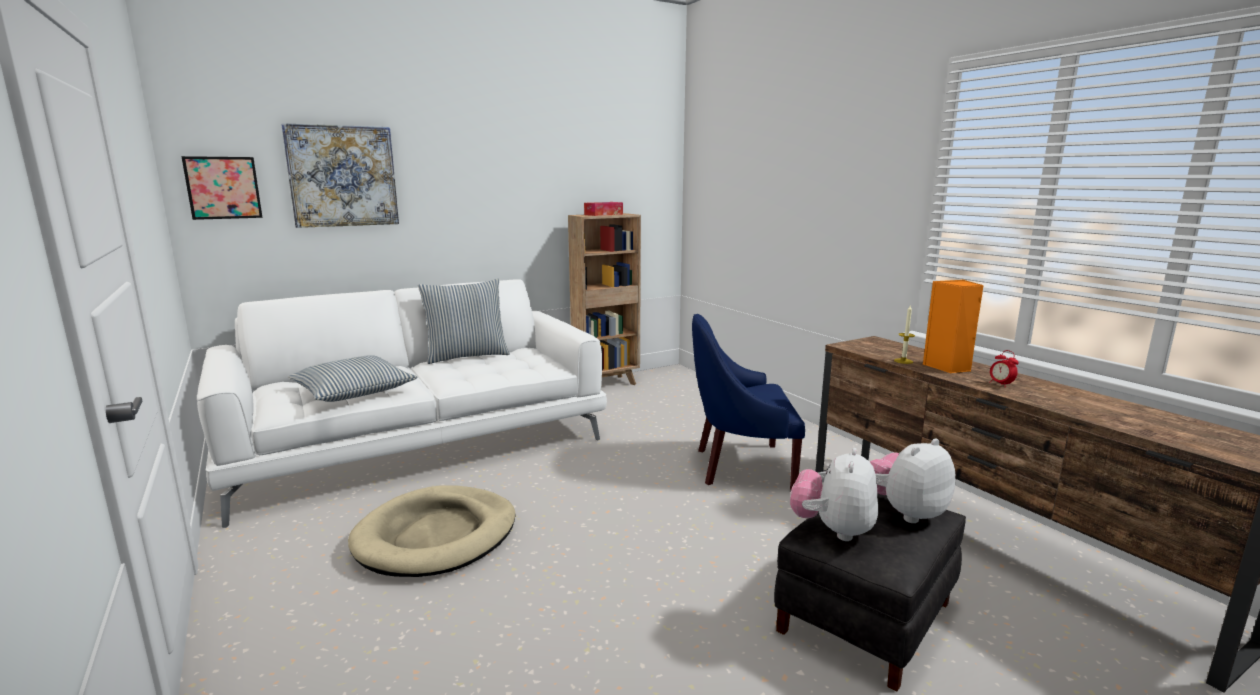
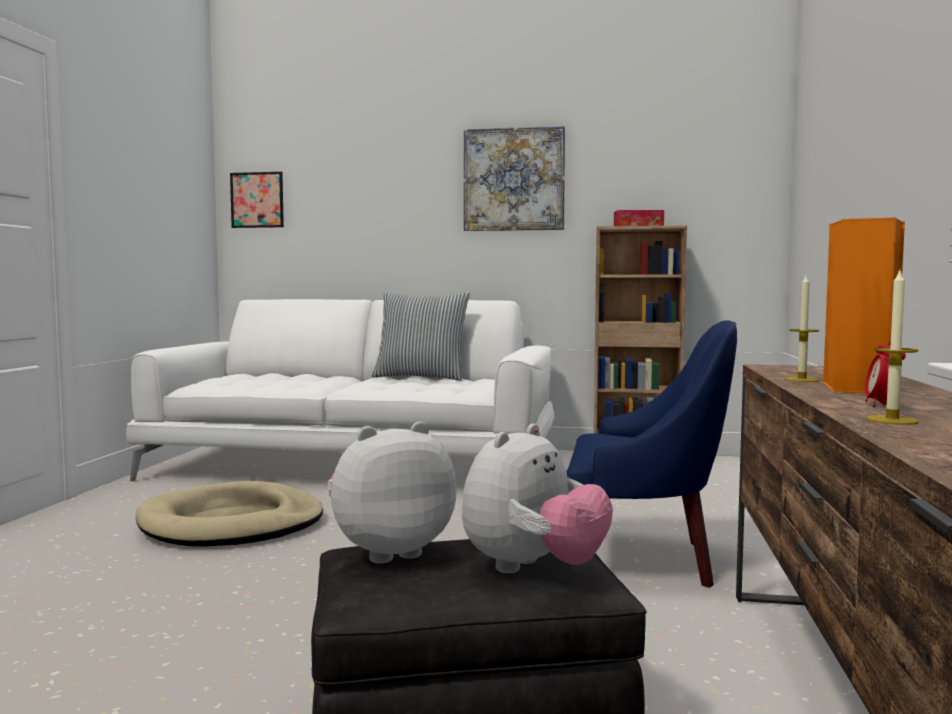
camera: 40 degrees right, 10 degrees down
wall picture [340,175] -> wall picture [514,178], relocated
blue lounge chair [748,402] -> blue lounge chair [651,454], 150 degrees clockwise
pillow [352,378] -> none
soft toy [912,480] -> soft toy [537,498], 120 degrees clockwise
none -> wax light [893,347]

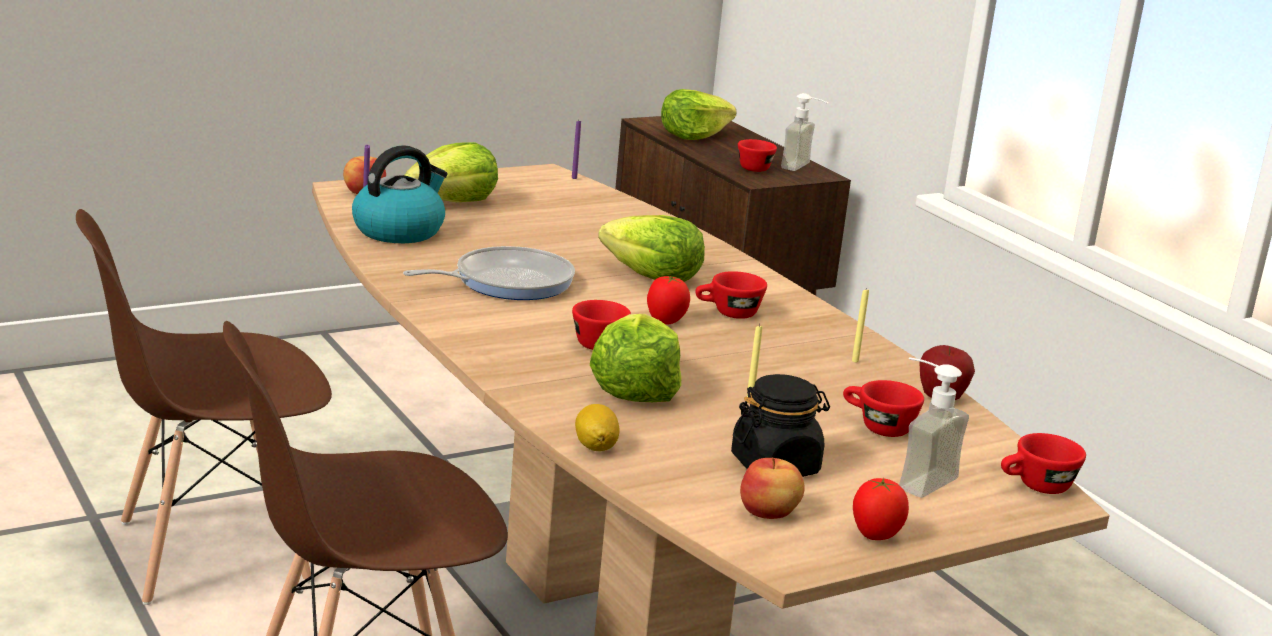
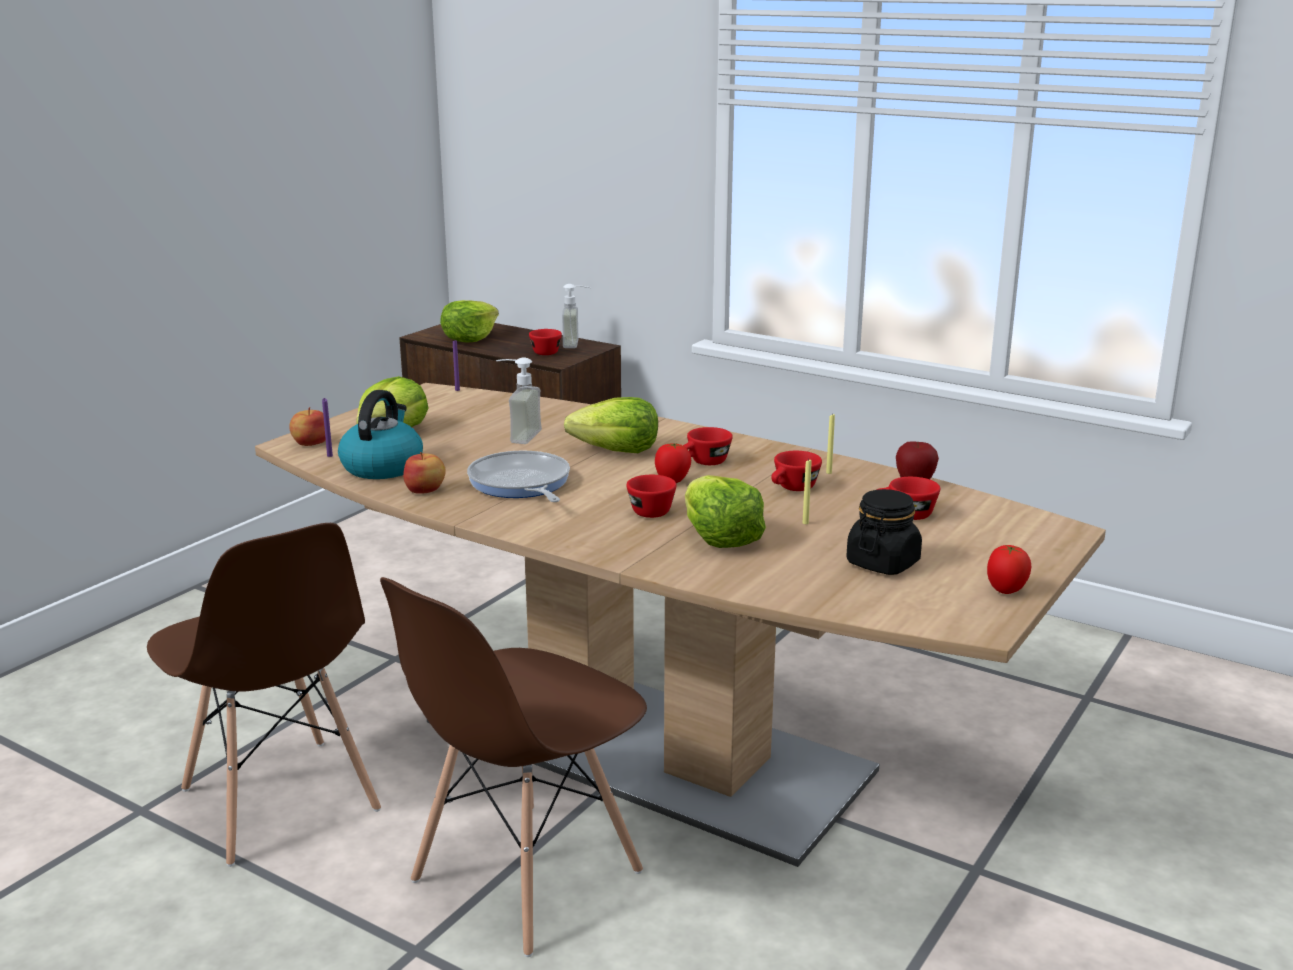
camera: 25 degrees left, 0 degrees up
brown-coloured chair [204,407] -> brown-coloured chair [264,695], 75 degrees counterclockwise
skillet [489,273] -> skillet [518,476], 60 degrees counterclockwise
soap dispenser [934,427] -> soap dispenser [519,400], relocated
lemon [597,427] -> none
red drinking cup [1043,463] -> red drinking cup [796,471], relocated
apple fruit [772,488] -> apple fruit [424,473], relocated

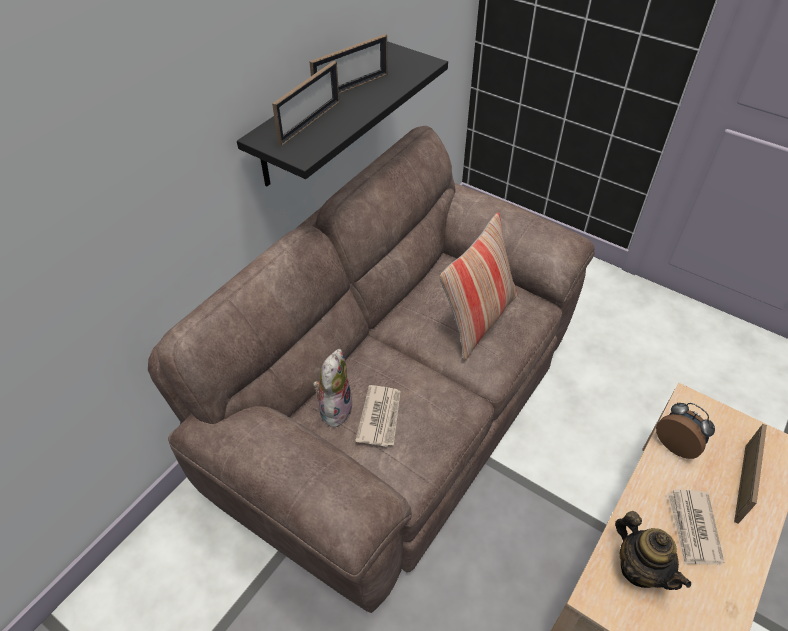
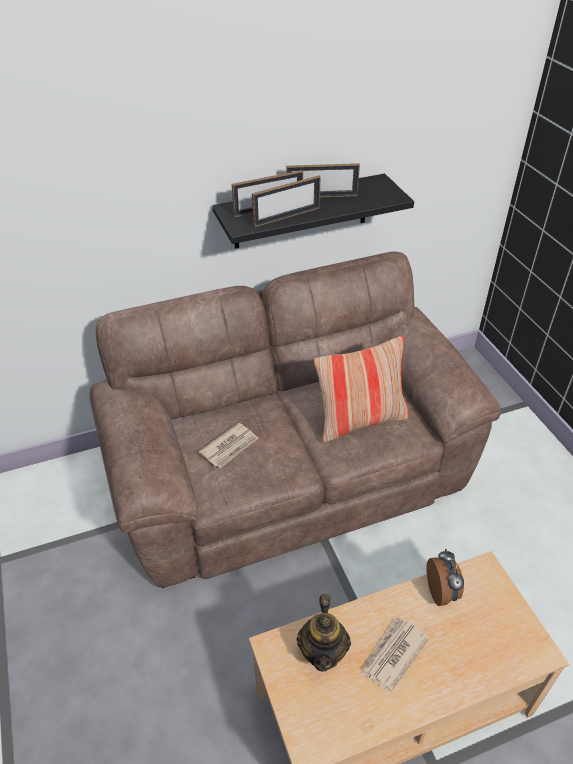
camera: 35 degrees right, 5 degrees down
soft toy [332,388] -> none
picture frame [750,473] -> picture frame [286,201], relocated

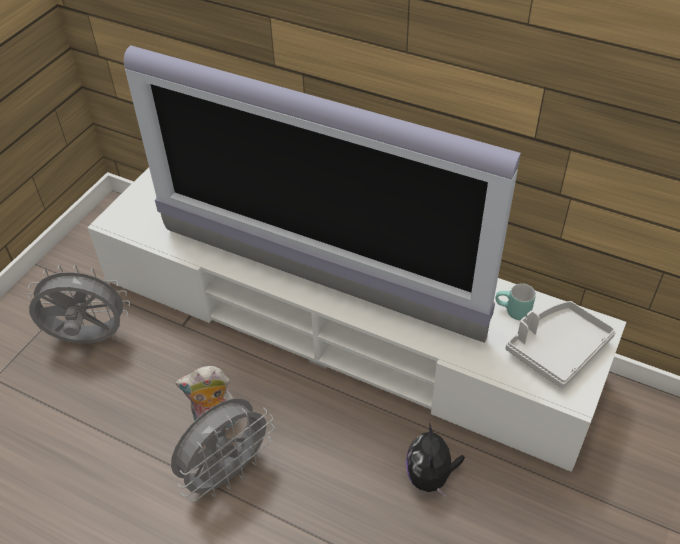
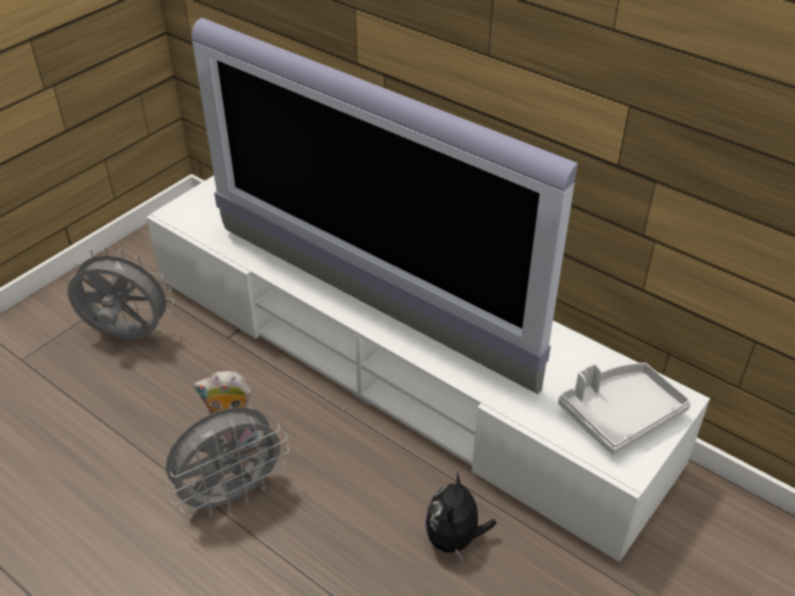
camera: 10 degrees right, 5 degrees down
turquoise-coloured coffee mug [516,301] -> none

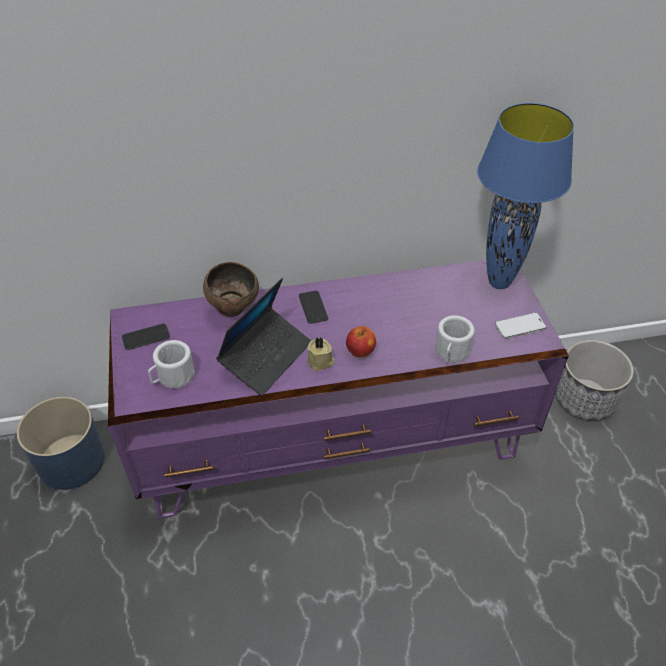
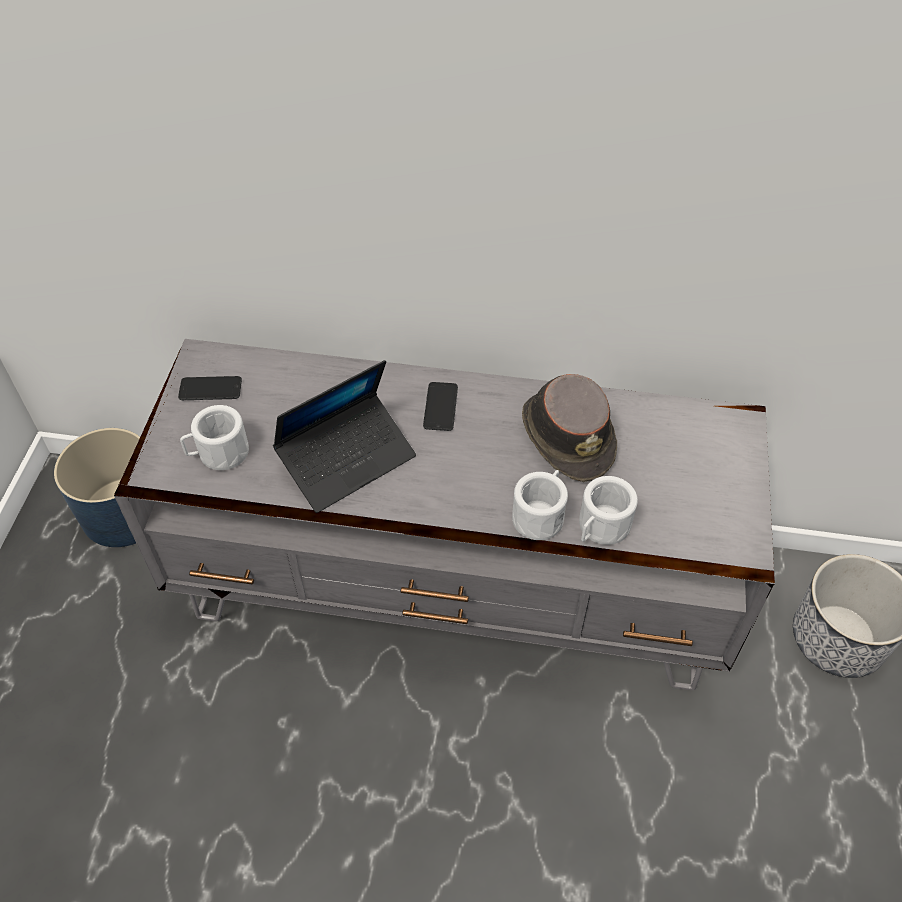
camera: 20 degrees right, 5 degrees up
blue lamp for a table [525,196] -> none
purple-coloured media console [338,389] -> gray media console [444,515]
brown-coloured bowl [231,289] -> none
telephone [521,326] -> none
apple fruit [361,342] -> none
sand-coloured wax light [320,354] -> none
none -> brown-coloured wearable hat [569,428]
none -> white-coloured coffee mug [540,505]

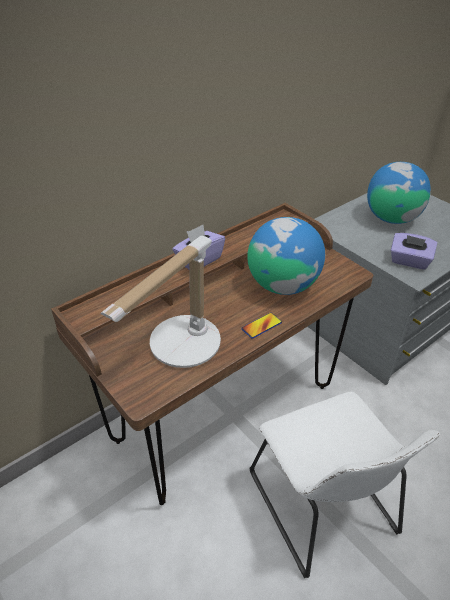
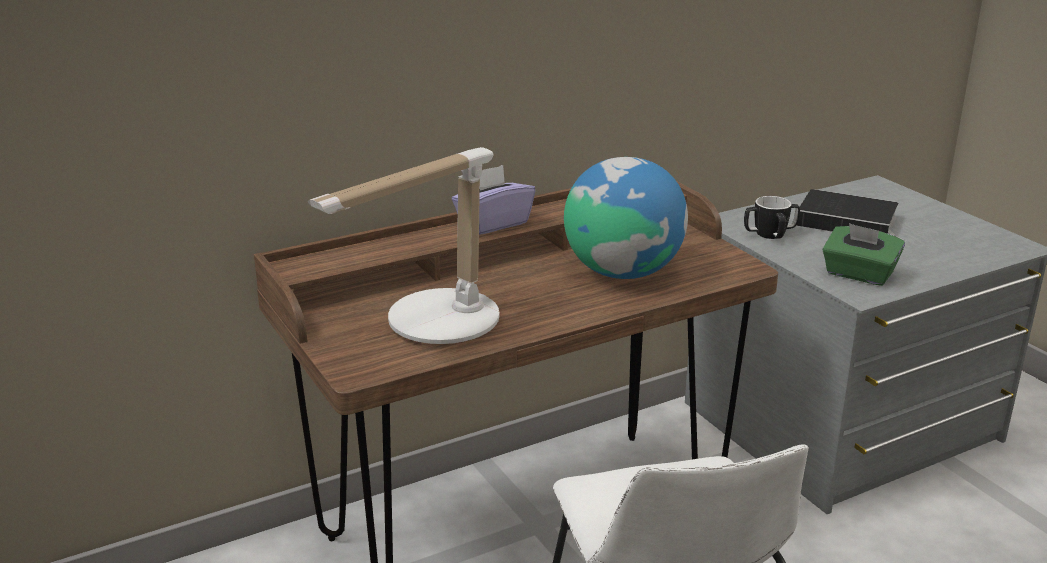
camera: 10 degrees right, 15 degrees down
desk globe [399,193] -> volume [851,215]
purple-coloured box of tissues [414,251] -> green box of tissues [863,254]
telephone [261,326] -> none
none -> coffee mug [772,217]

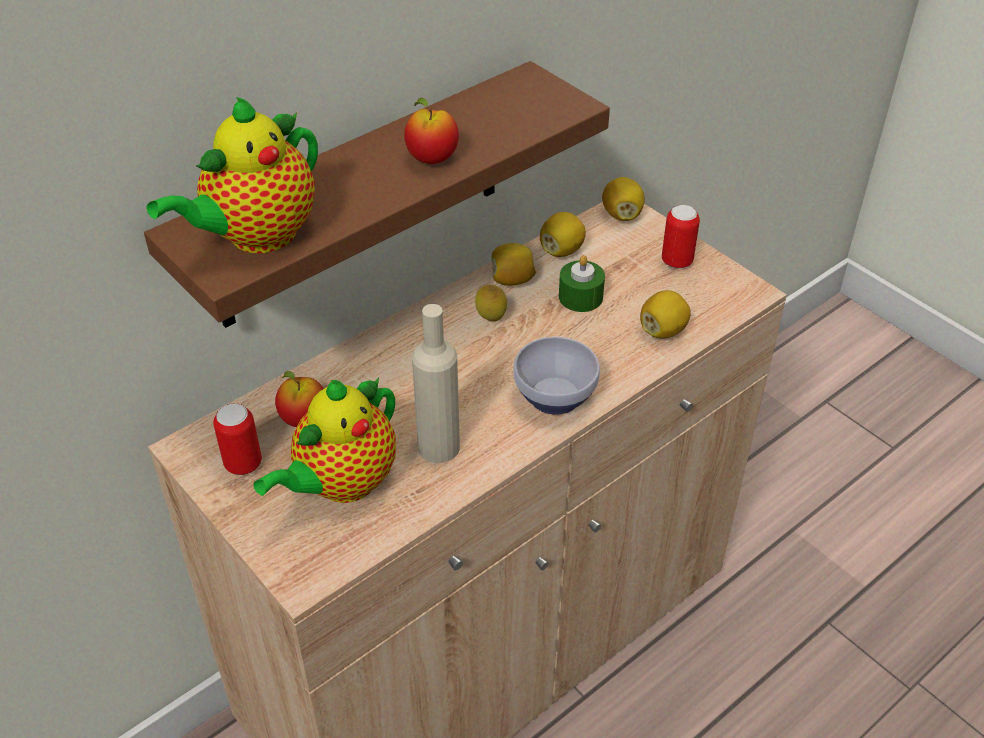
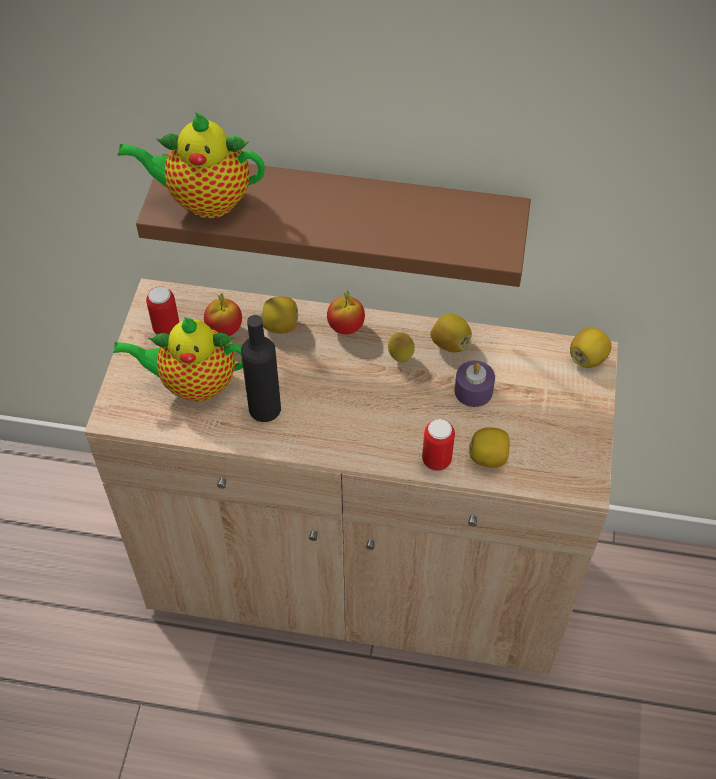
camera: 50 degrees right, 10 degrees up
apple fruit [431,131] -> apple fruit [346,312], relocated
sealed can [681,237] -> sealed can [438,445], relocated
lemon [563,234] -> lemon [279,314], relocated
green wax light [582,283] -> purple-coloured wax light [474,384]
sand-coloured beverage bottle [436,383] -> black-coloured beverage bottle [261,368]
bowl [556,375] -> none

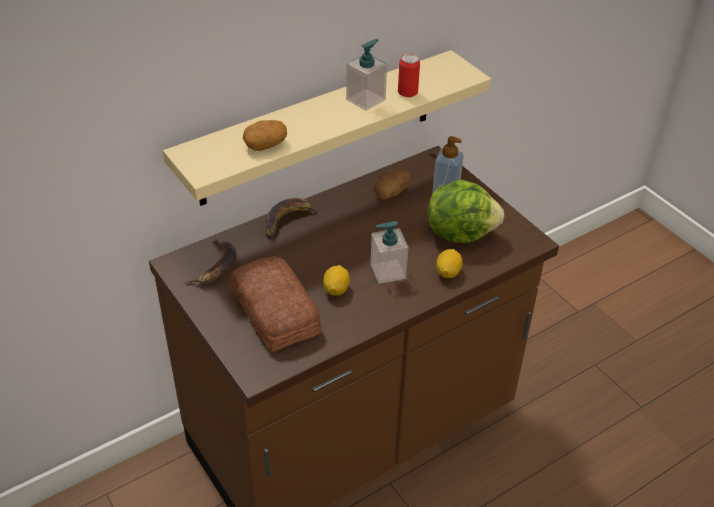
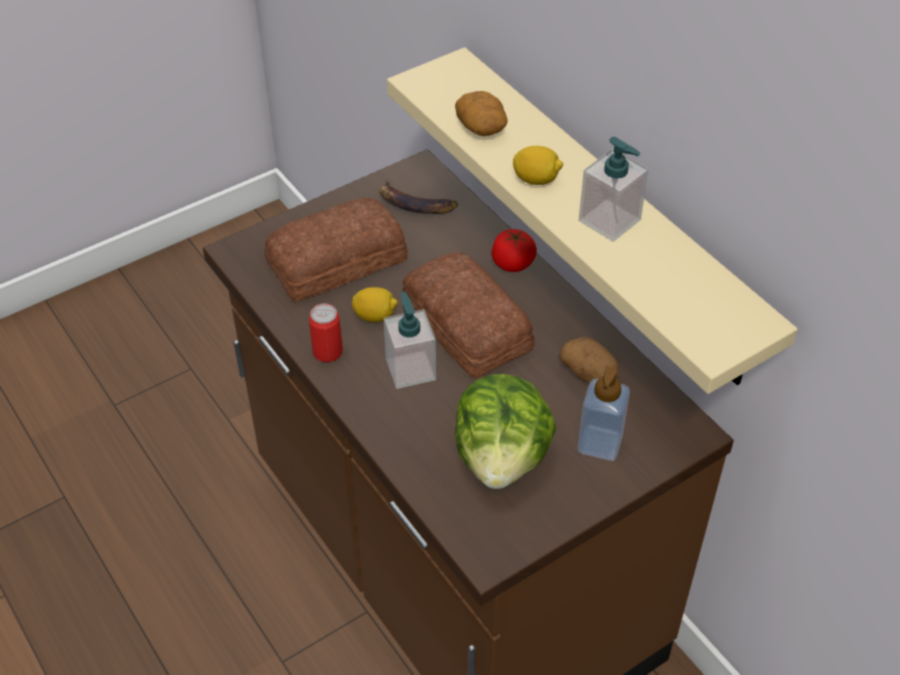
camera: 90 degrees right, 5 degrees up
sealed can [409,75] -> sealed can [326,332], relocated
whole banana [293,217] -> tomato [514,250]
lemon [449,263] -> lemon [538,165], relocated
none -> baked bread [468,316]

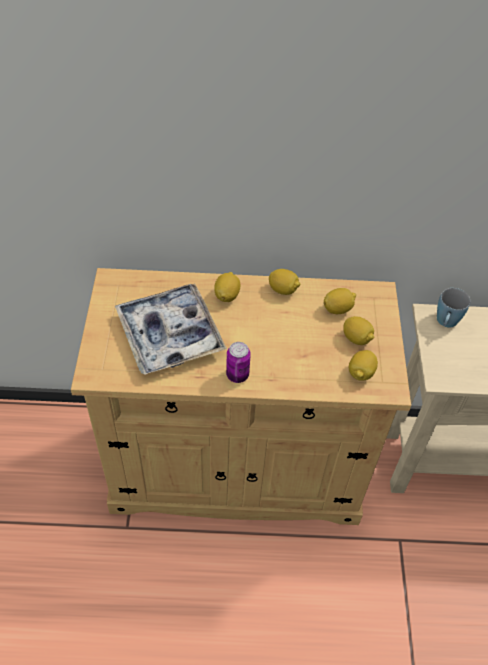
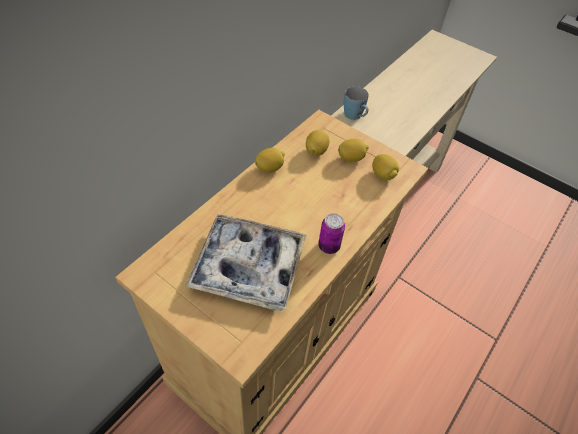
camera: 55 degrees left, 0 degrees up
lemon [227,287] -> none

